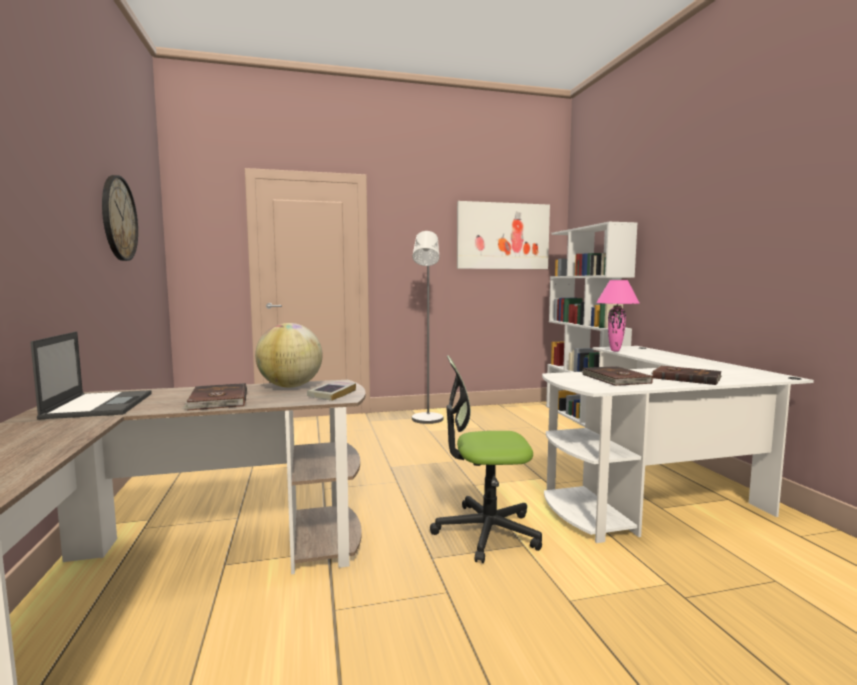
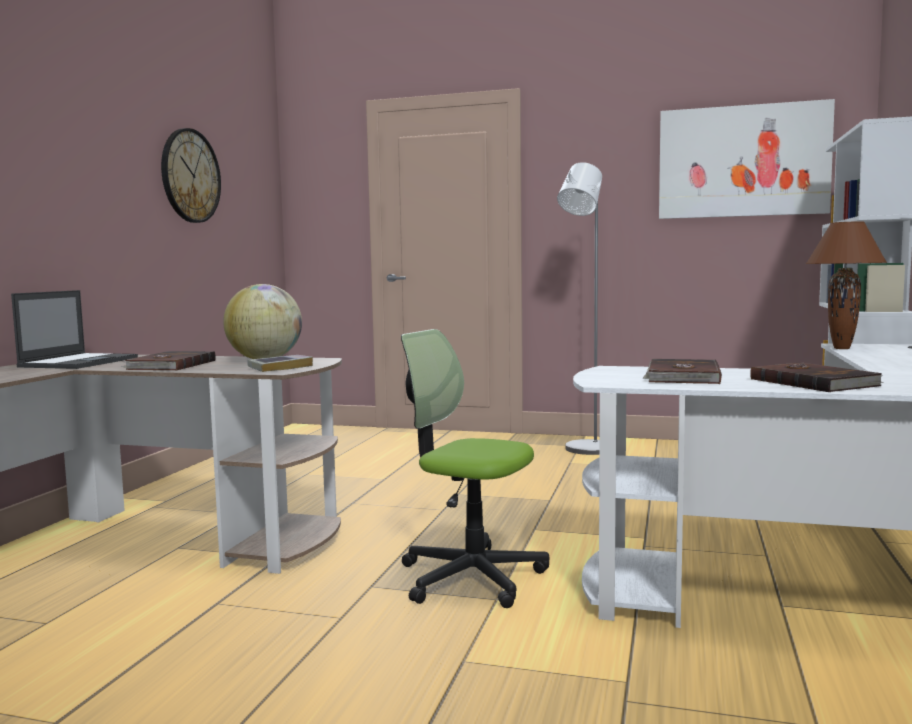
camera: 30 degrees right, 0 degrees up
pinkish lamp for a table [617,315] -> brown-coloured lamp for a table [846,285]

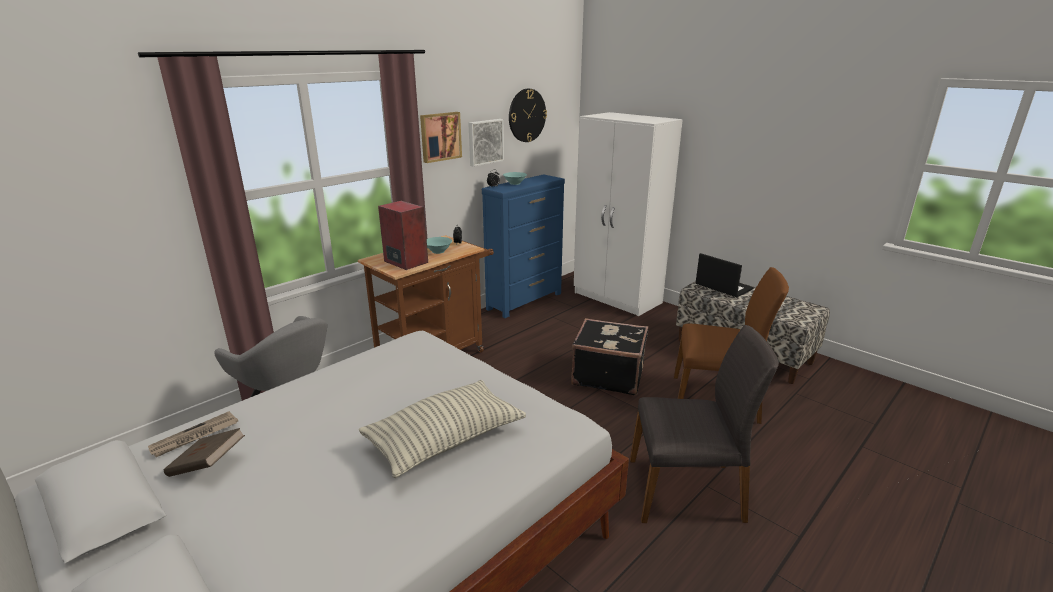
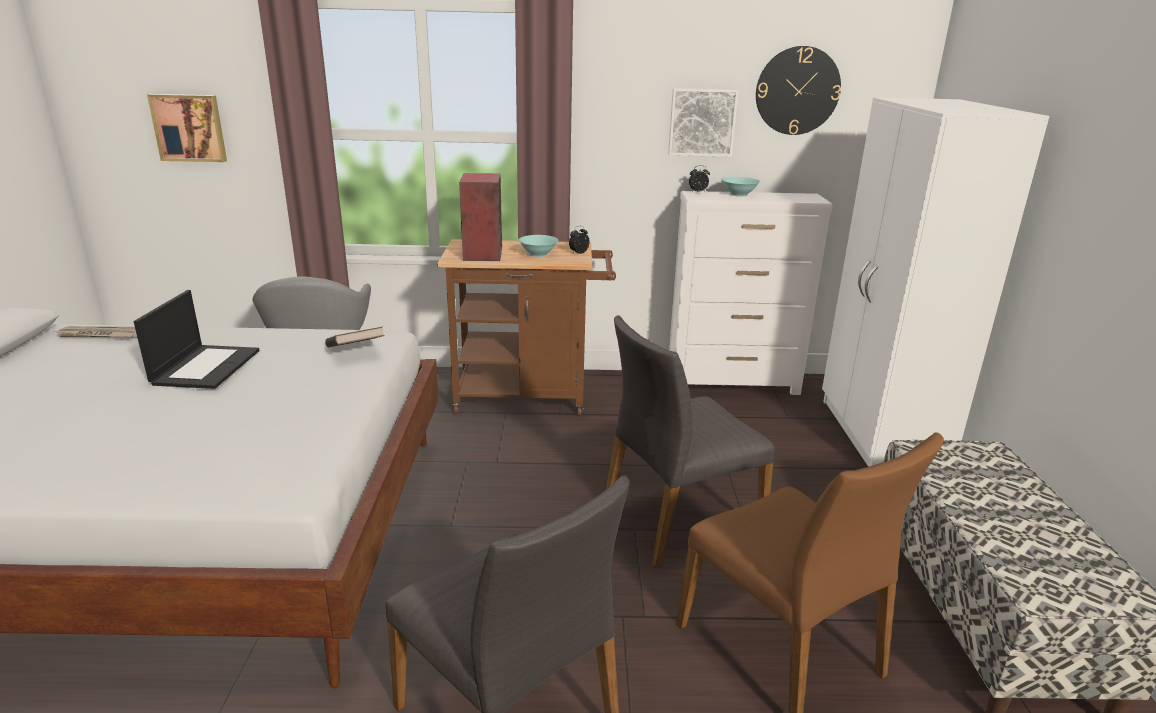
camera: 45 degrees right, 0 degrees up
wall picture [441,137] -> wall picture [187,128], relocated
blue drawer chest [523,246] -> white-coloured drawer chest [751,293]
notebook computer [725,275] -> notebook computer [196,339], relocated
black-coloured travel case [609,356] -> gray chair [690,441]
pillow [442,429] -> none
brown-coloured volume [204,452] -> brown-coloured volume [355,337], relocated

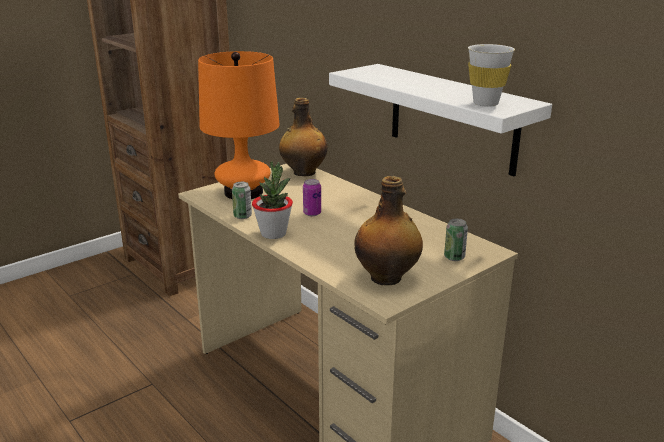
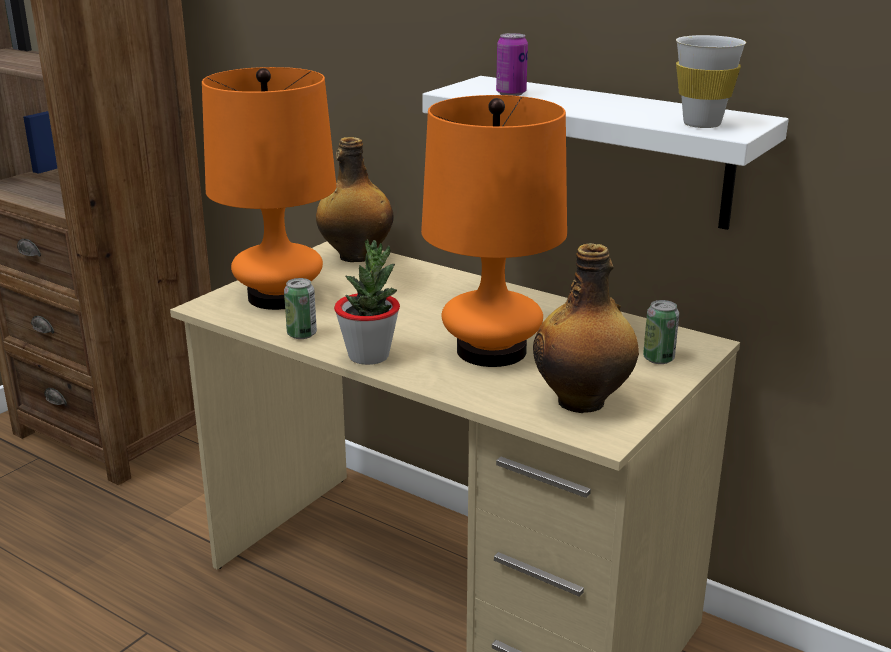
camera: 15 degrees left, 0 degrees up
sealed can [312,197] -> sealed can [512,64], relocated
none -> orange lamp for a table [494,231]

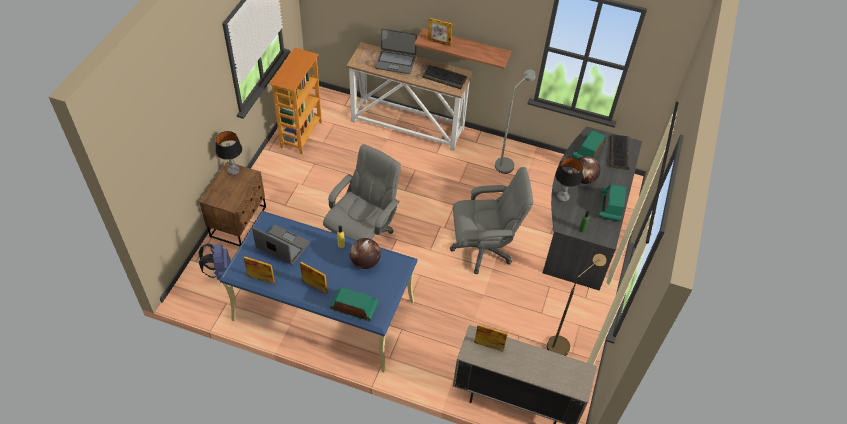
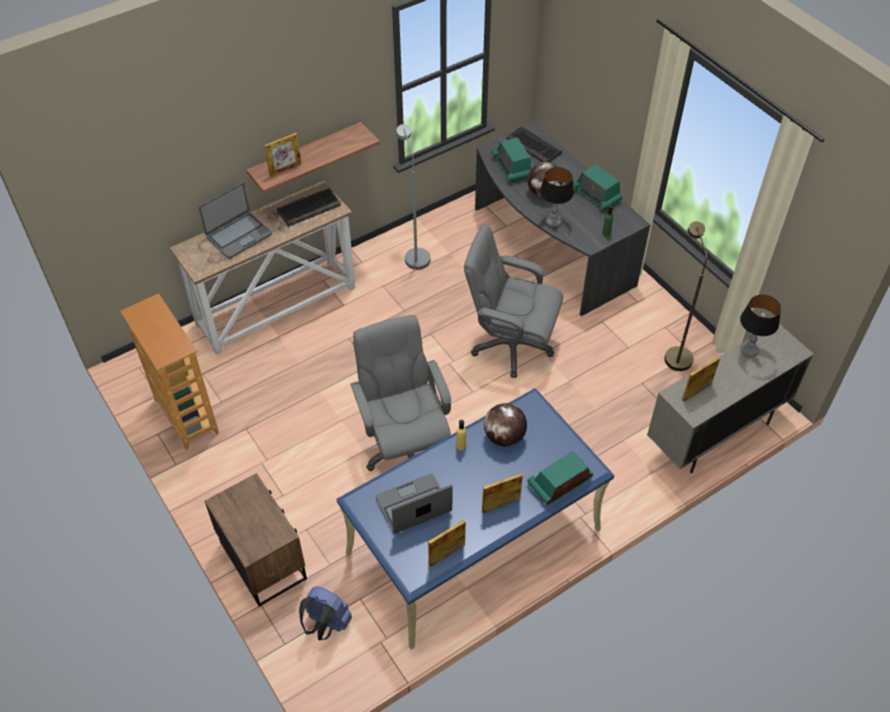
camera: 50 degrees left, 0 degrees up
lamp for a table [229,153] -> lamp for a table [760,326], relocated
gray office chair [491,220] -> gray office chair [513,301], 105 degrees counterclockwise

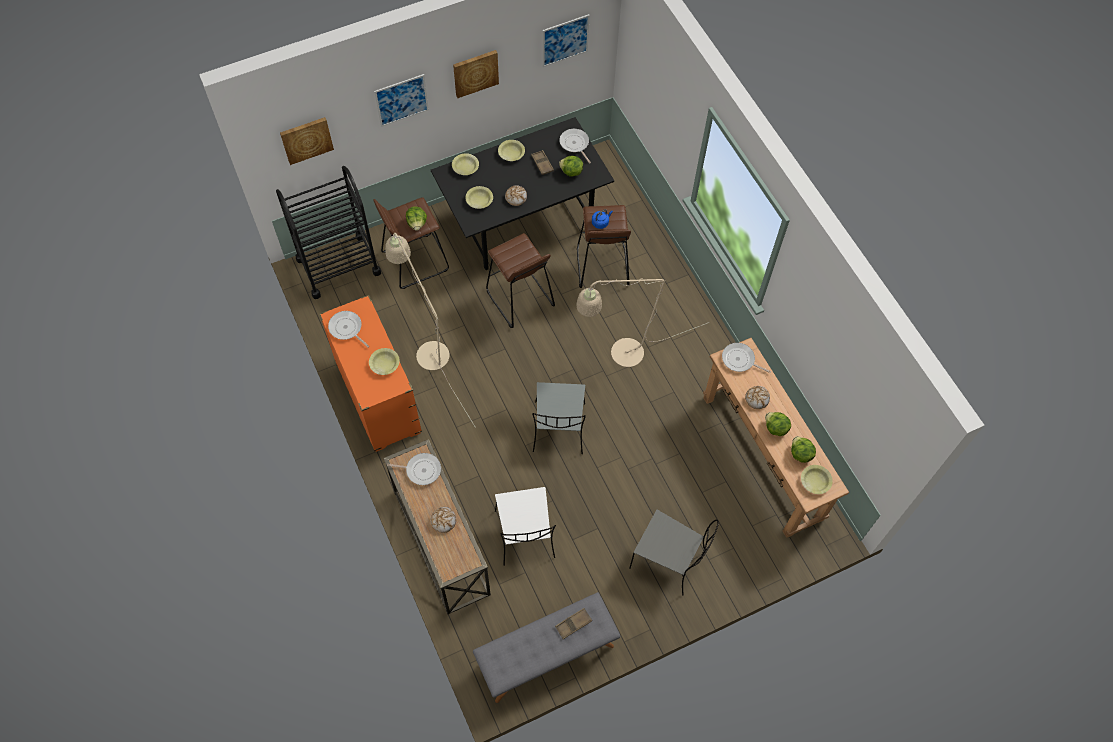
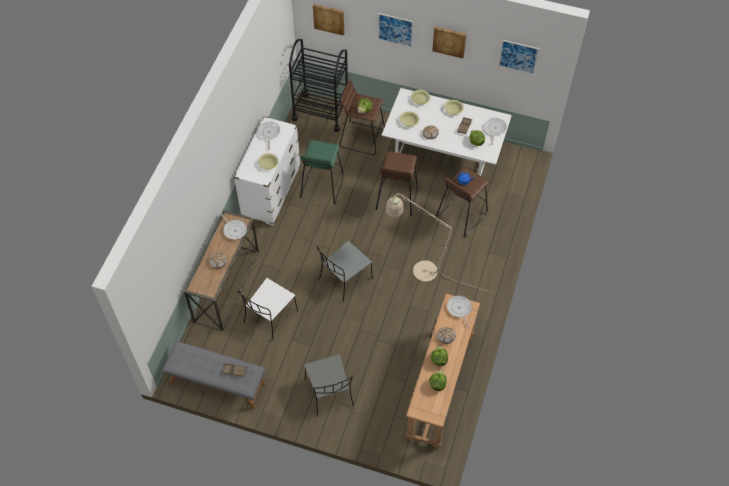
camera: 45 degrees right, 5 degrees down
black-coloured dining table [522,193] -> white-coloured dining table [447,132]
sand-coloured floor lamp [430,330] -> green stool [322,172]
orange drawer chest [370,373] -> white-coloured drawer chest [267,171]
yellow bowl [817,479] -> none

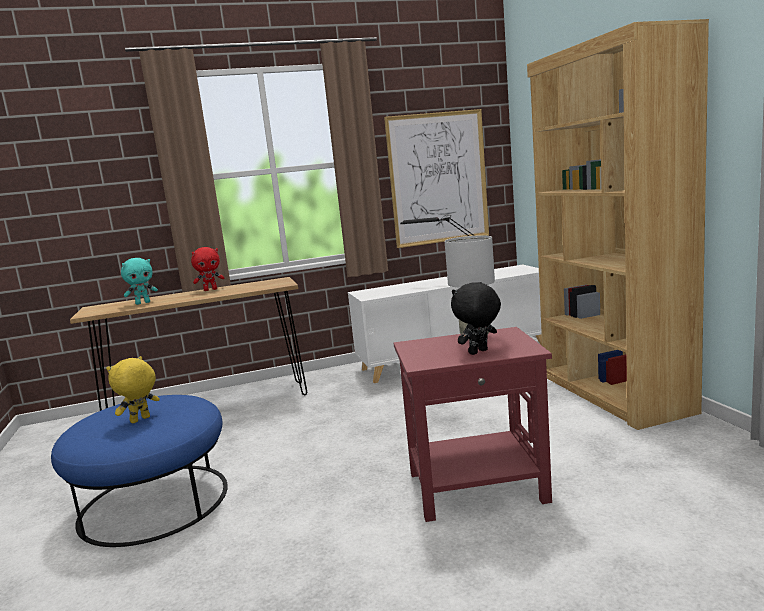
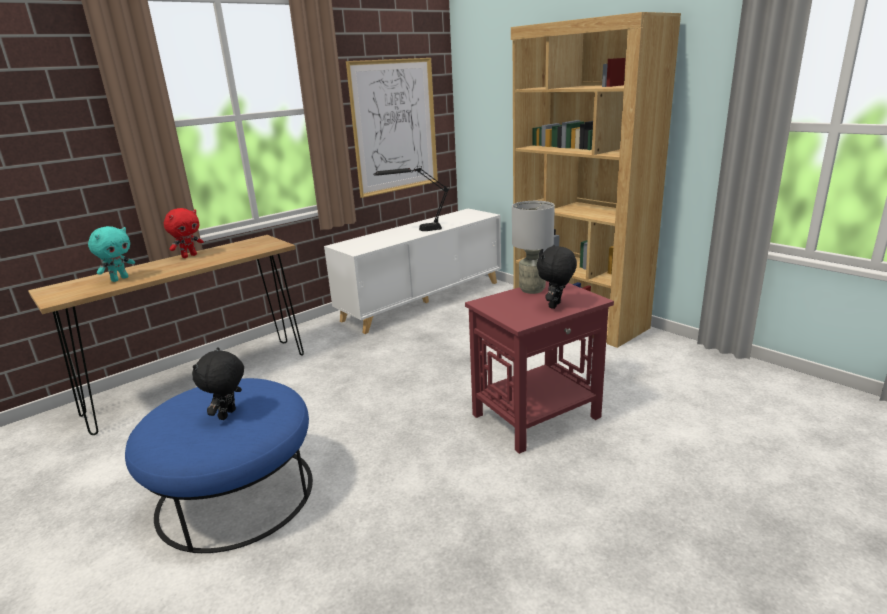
camera: 25 degrees left, 10 degrees up
yellow soft toy [133,389] -> black-coloured soft toy [218,383]

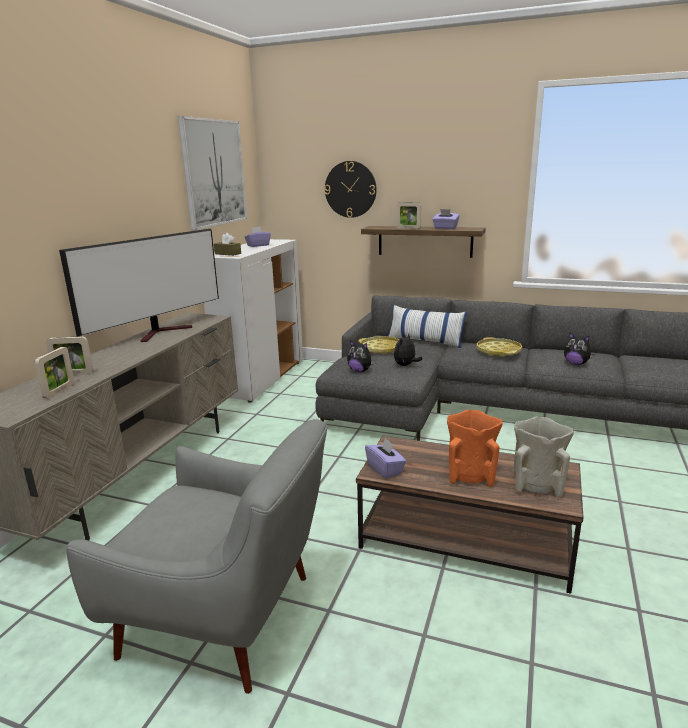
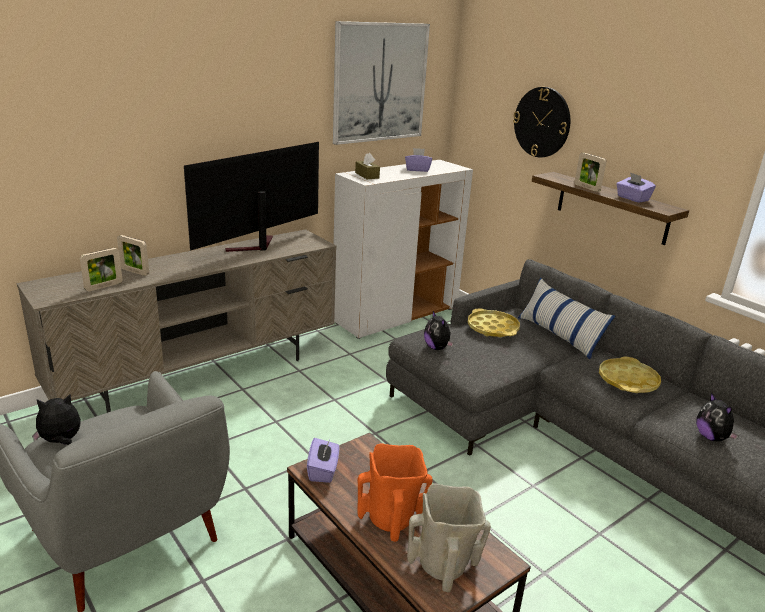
camera: 30 degrees right, 5 degrees up
TV set [139,285] -> TV set [251,197], 150 degrees clockwise
soft toy [408,349] -> soft toy [56,419], relocated

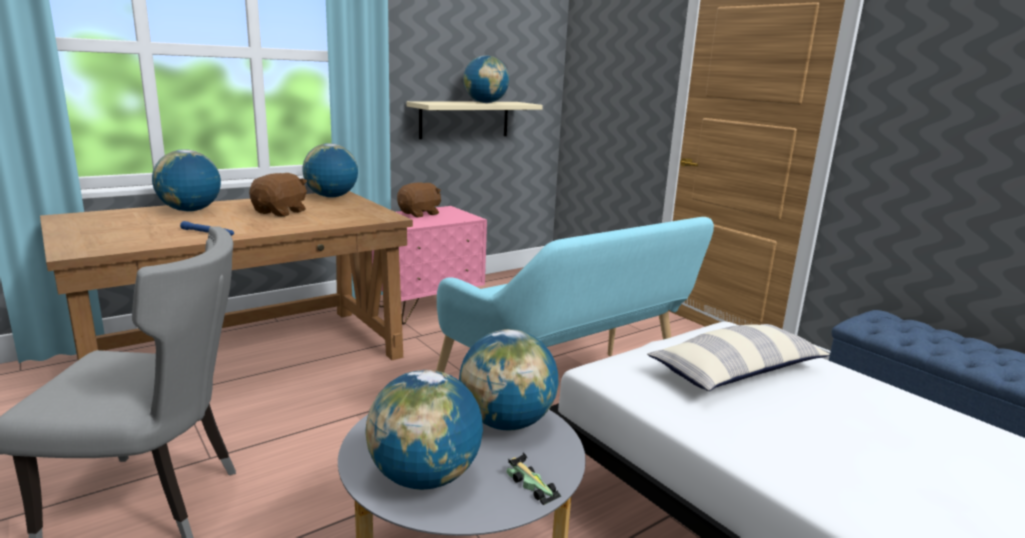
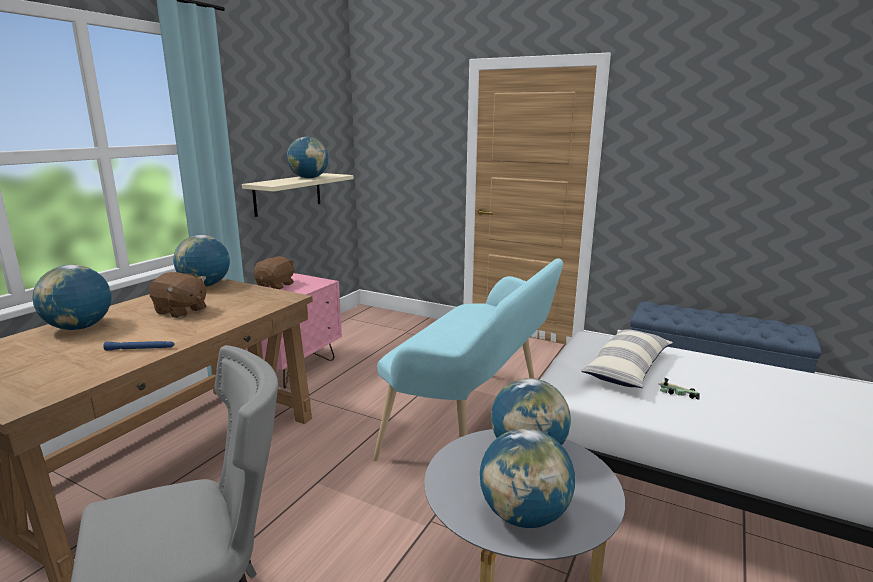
camera: 25 degrees left, 0 degrees up
brown-coloured soft toy [278,195] -> brown-coloured soft toy [178,295], 120 degrees clockwise
model car [534,479] -> model car [679,389], relocated

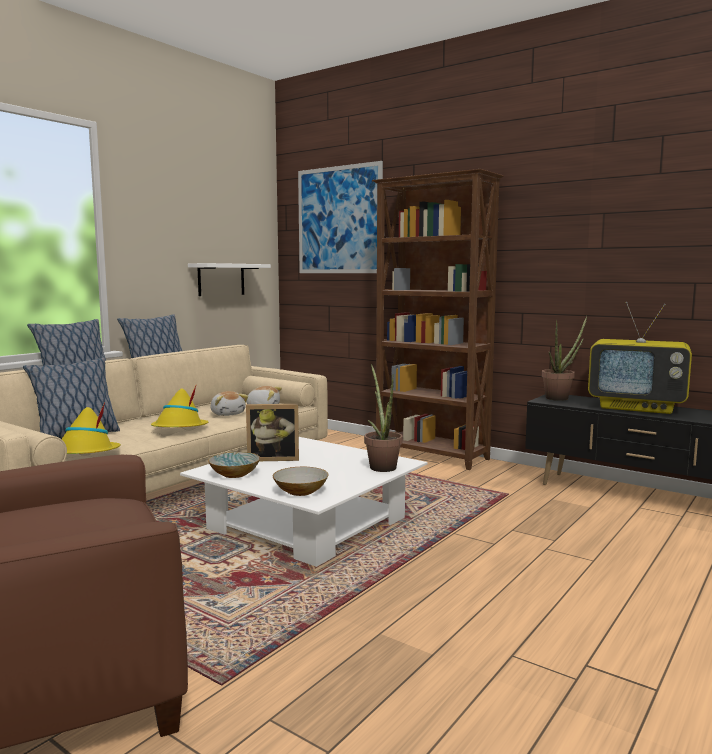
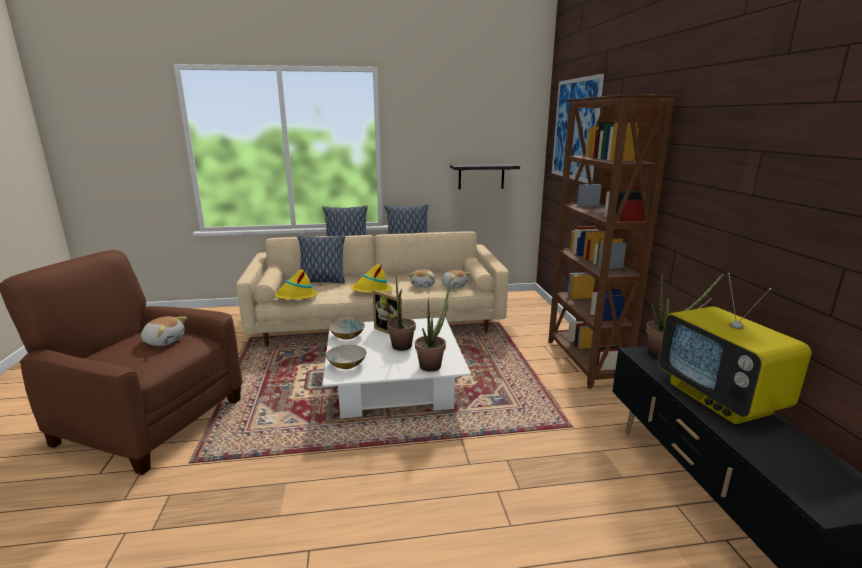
camera: 45 degrees right, 10 degrees up
white-coloured bracket shelf [229,279] -> black-coloured bracket shelf [485,177]
none -> houseplant [401,313]
none -> soft toy [164,331]

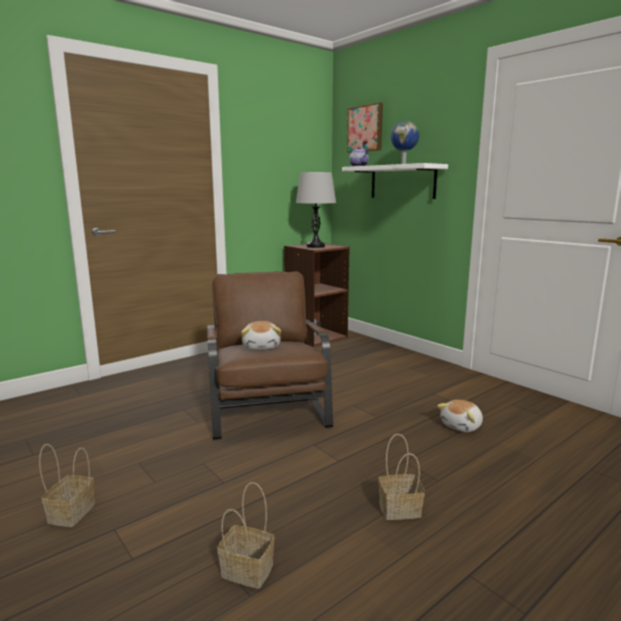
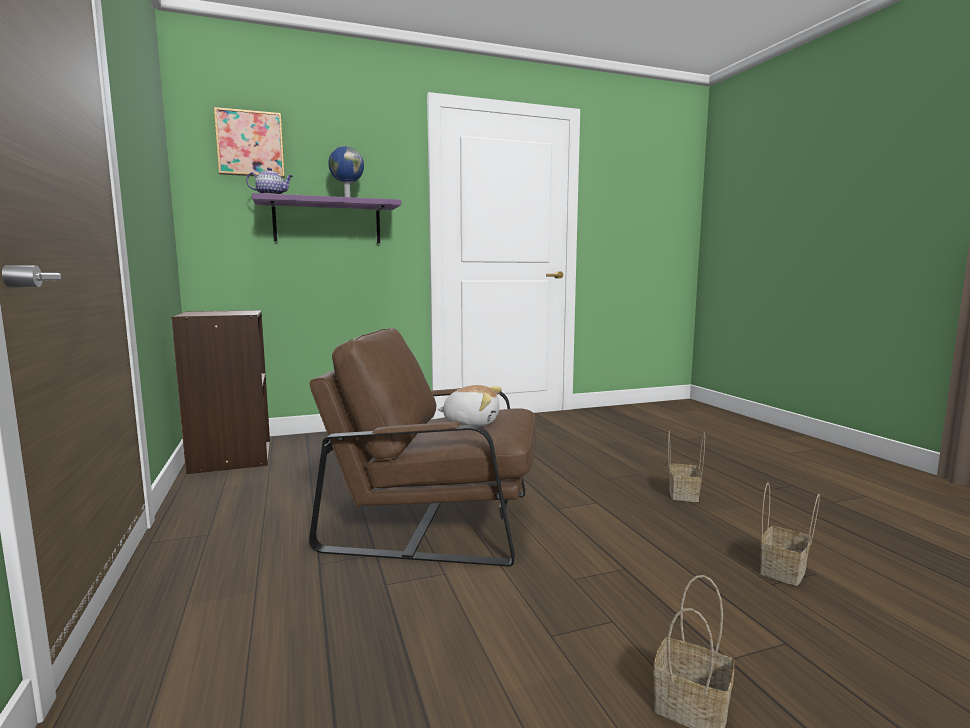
camera: 70 degrees left, 5 degrees down
white-coloured bracket shelf [395,181] -> purple-coloured bracket shelf [326,218]
gray lamp for a table [316,210] -> none
soft toy [460,416] -> none

